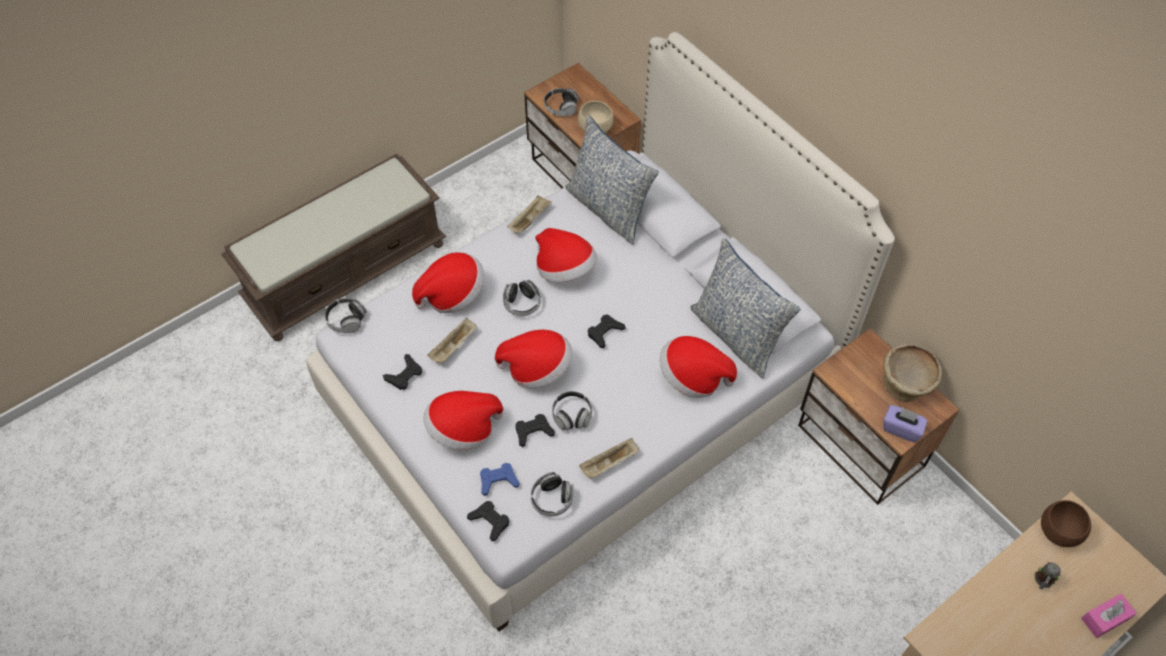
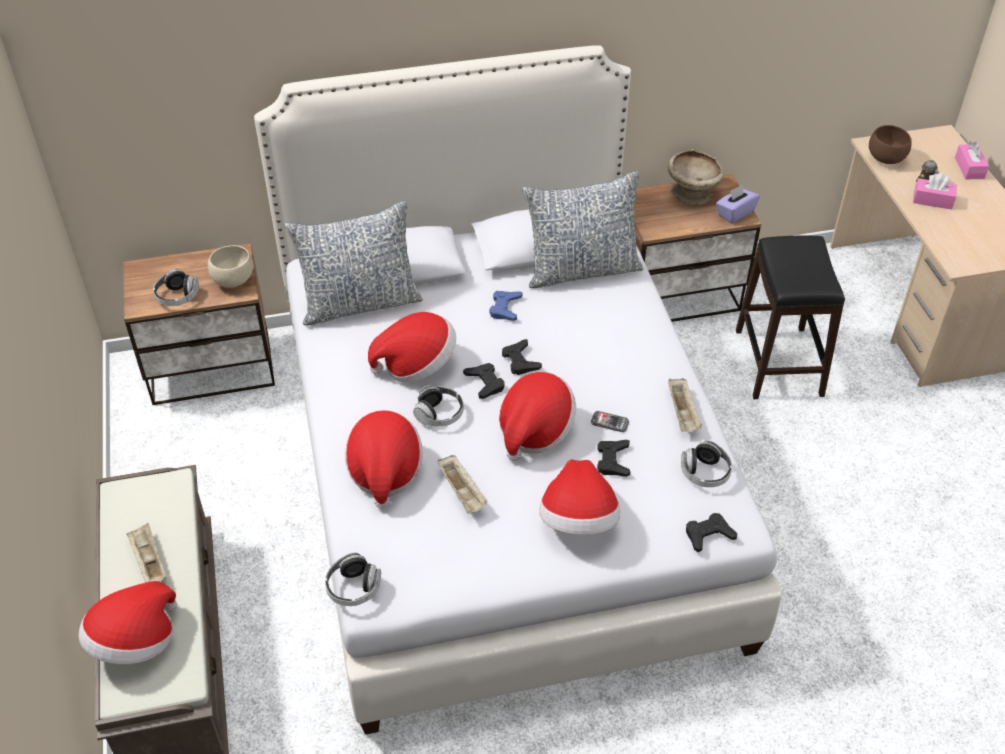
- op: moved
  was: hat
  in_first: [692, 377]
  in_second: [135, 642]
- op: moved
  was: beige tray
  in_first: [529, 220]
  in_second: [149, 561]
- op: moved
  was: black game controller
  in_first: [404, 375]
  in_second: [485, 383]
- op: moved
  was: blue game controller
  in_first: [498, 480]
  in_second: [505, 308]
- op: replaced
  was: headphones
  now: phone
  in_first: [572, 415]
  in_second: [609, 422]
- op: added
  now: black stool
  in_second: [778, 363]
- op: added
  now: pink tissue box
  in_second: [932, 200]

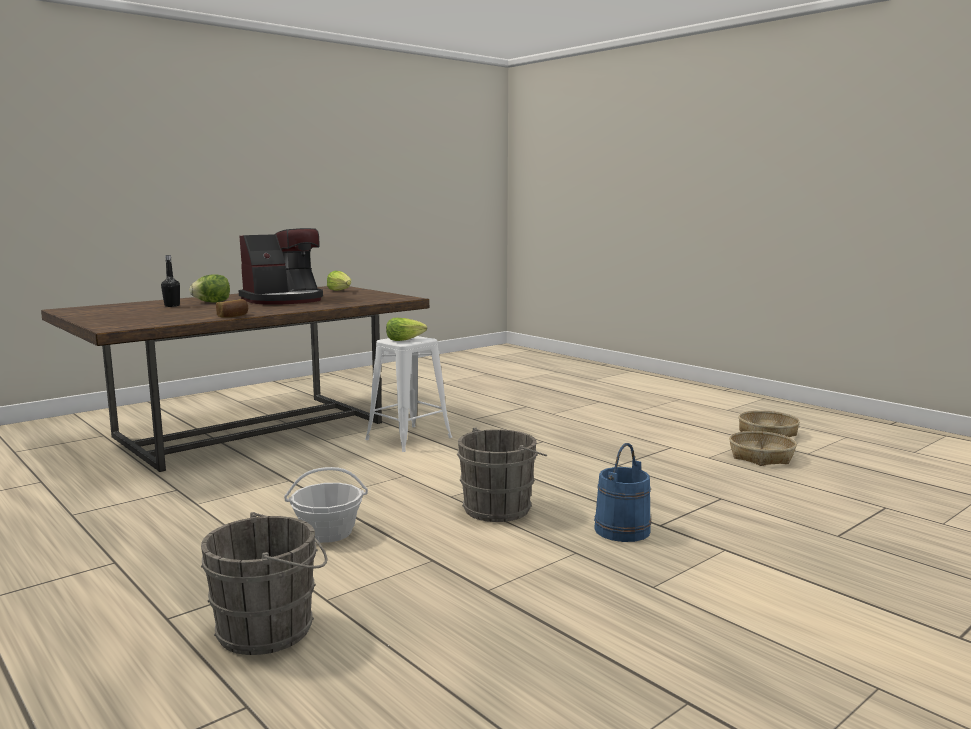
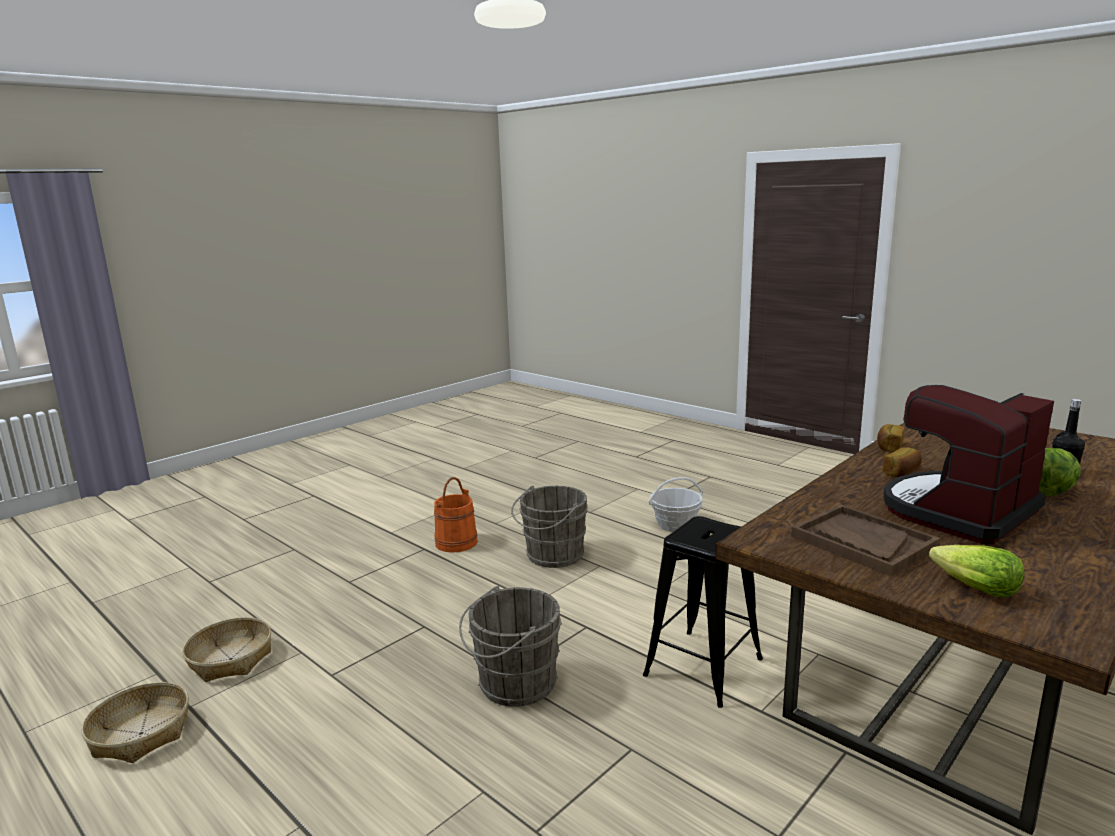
- op: recoloured
  was: blue bucket
  now: orange bucket
  in_first: [622, 530]
  in_second: [456, 542]
- op: moved
  was: grey bucket
  in_first: [271, 628]
  in_second: [513, 684]
- op: recoloured
  was: white stool
  now: black stool
  in_first: [409, 438]
  in_second: [703, 667]
- op: added
  now: brown tray
  in_second: [862, 542]
- op: added
  now: bread
  in_second: [902, 472]
- op: removed
  was: lettuce
  in_first: [404, 340]

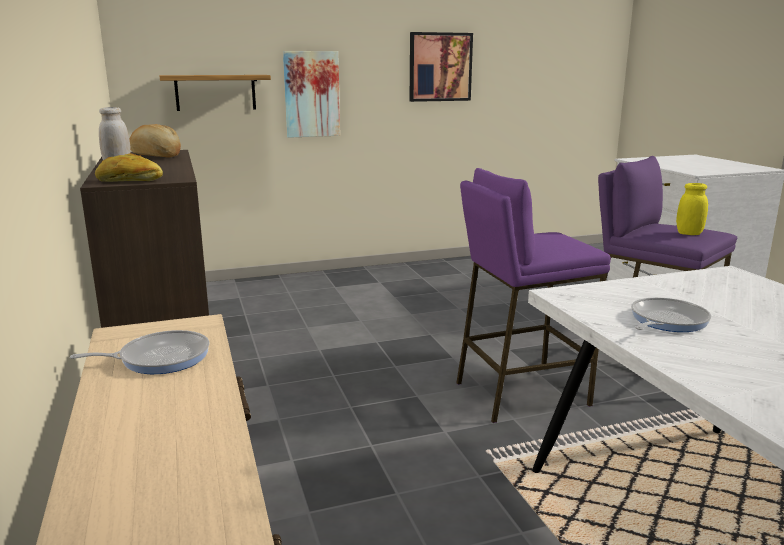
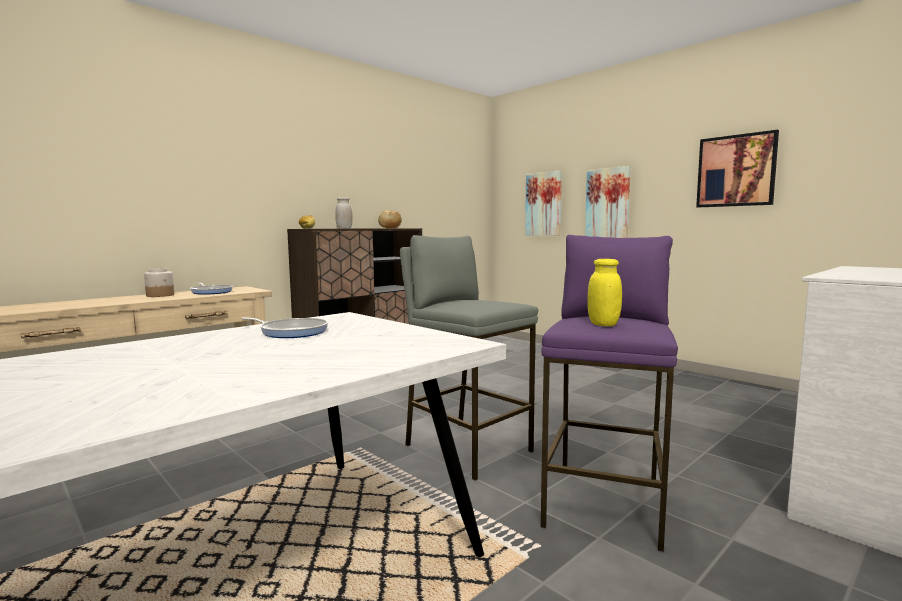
- op: added
  now: jar
  in_second: [160, 295]
- op: recoloured
  was: purple stool
  now: grey stool
  in_first: [520, 393]
  in_second: [467, 448]
- op: replaced
  was: shelf
  now: picture
  in_first: [215, 92]
  in_second: [544, 204]

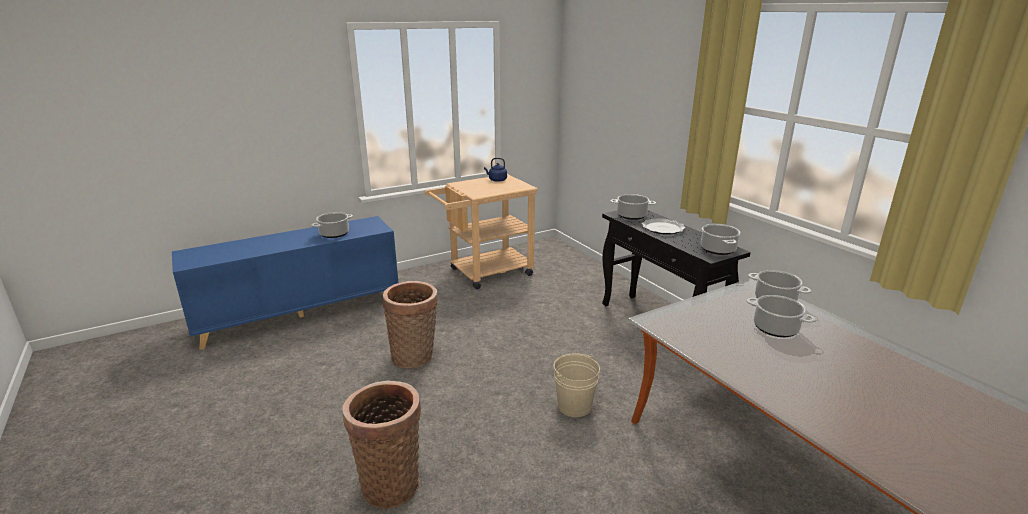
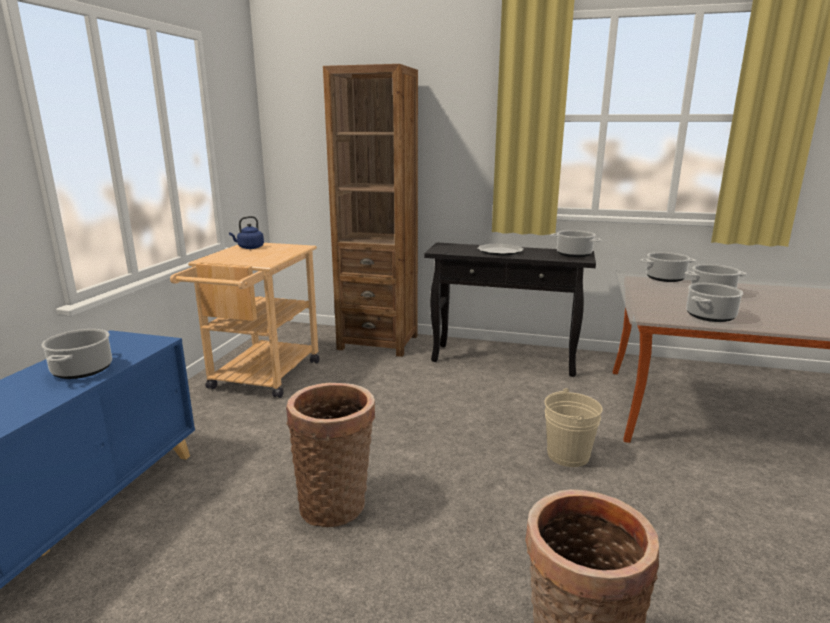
- op: added
  now: brown bookcase
  in_second: [378, 342]
- op: moved
  was: cooking pot
  in_first: [631, 216]
  in_second: [710, 316]

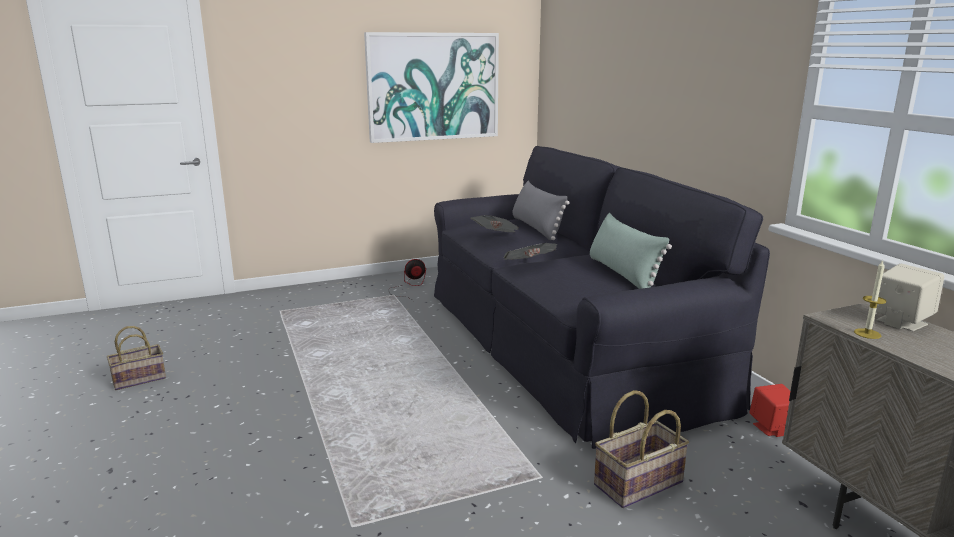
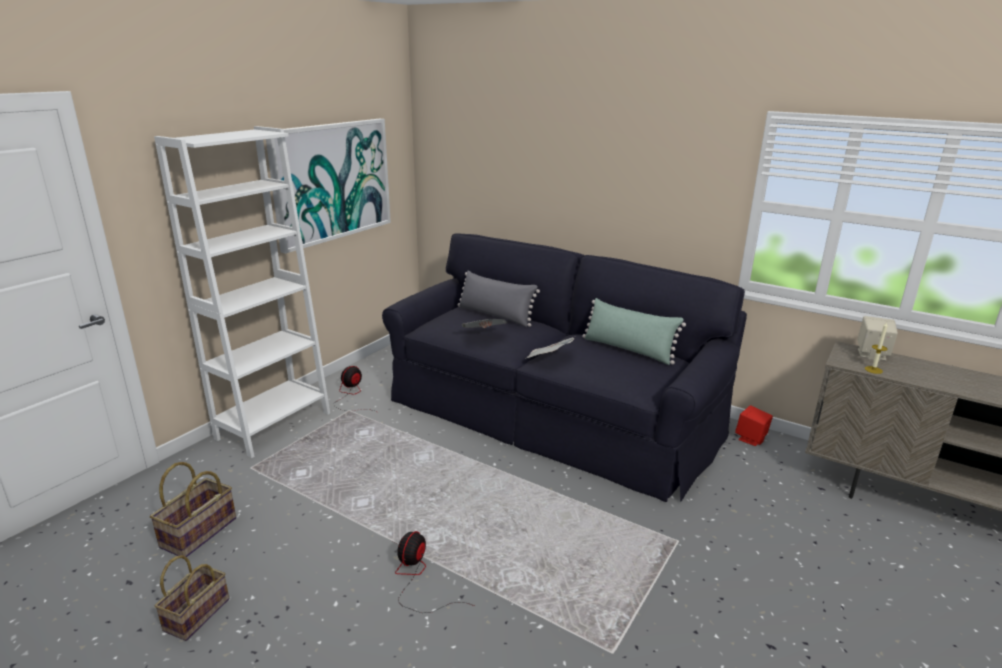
- op: moved
  was: basket
  in_first: [639, 484]
  in_second: [199, 533]
- op: added
  now: white bookcase
  in_second: [274, 425]
- op: added
  now: fan
  in_second: [418, 579]

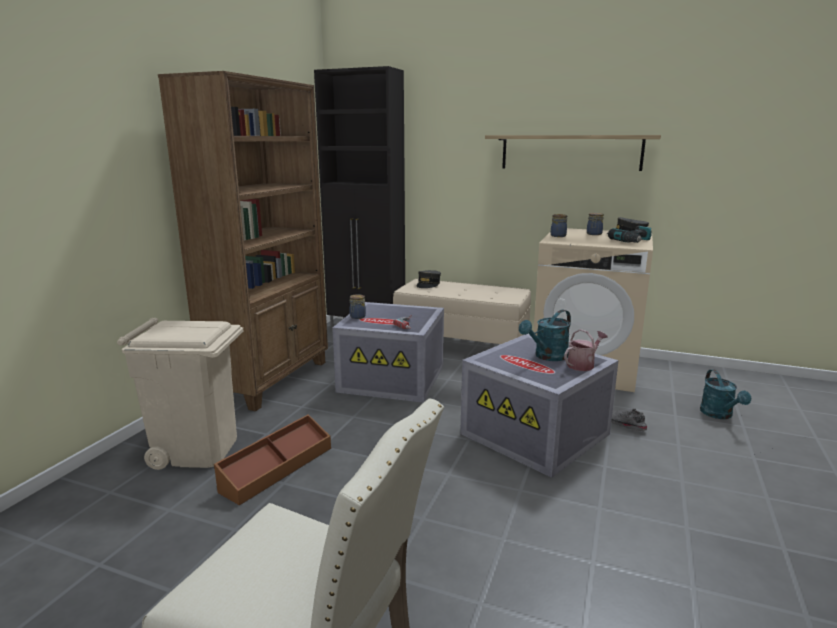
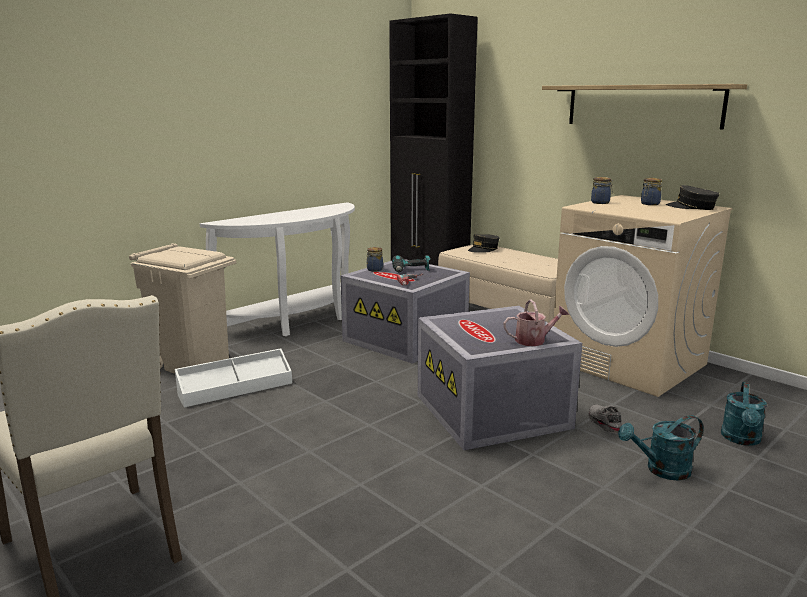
- op: recoloured
  was: brown storage box
  now: white storage box
  in_first: [277, 468]
  in_second: [235, 388]
- op: replaced
  was: brown bookcase
  now: white console table
  in_first: [270, 379]
  in_second: [298, 321]
- op: moved
  was: power drill
  in_first: [634, 241]
  in_second: [411, 270]
- op: moved
  was: turquoise watering can
  in_first: [547, 357]
  in_second: [661, 470]

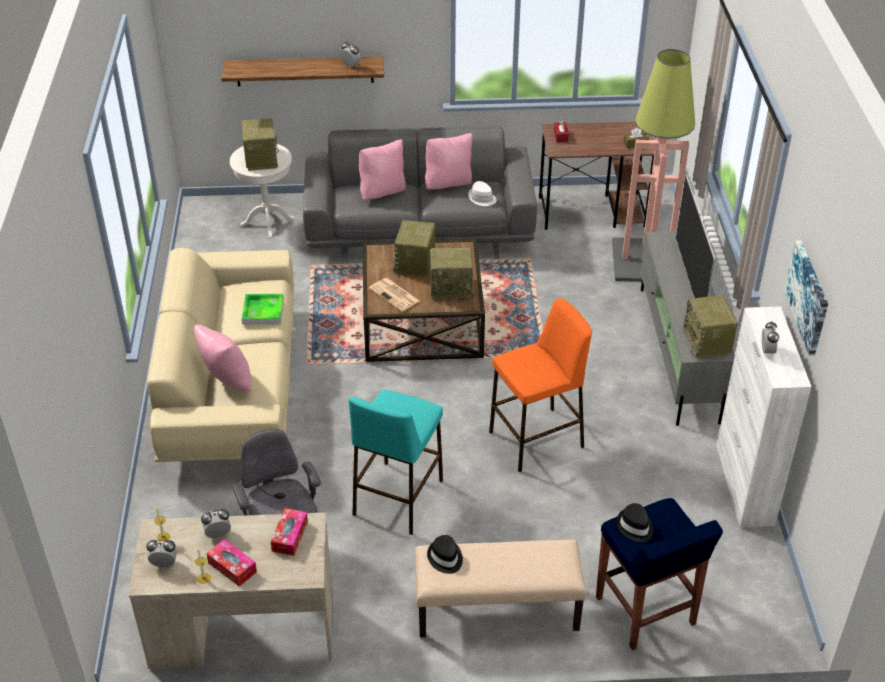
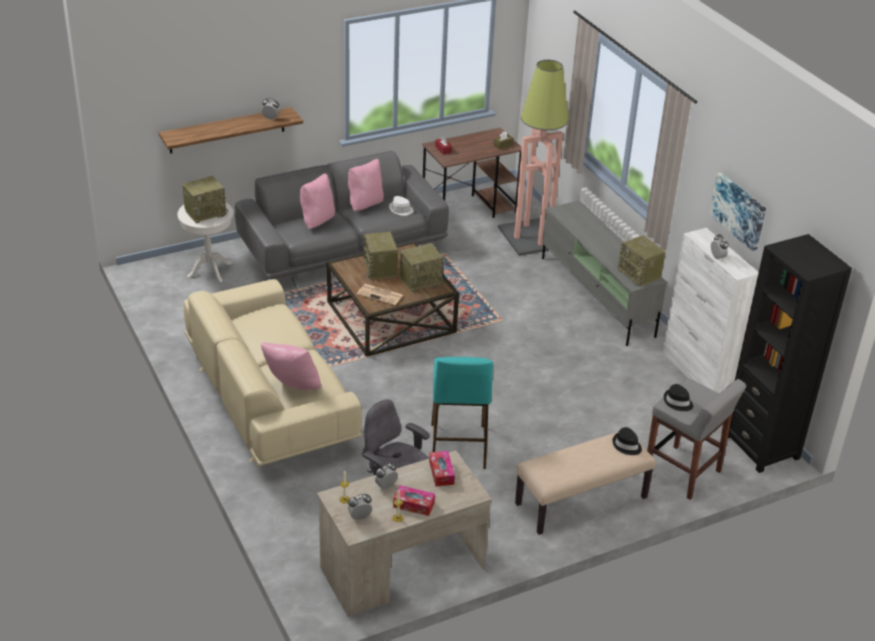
- op: turned
  was: radio
  in_first: [261, 159]
  in_second: [206, 212]
  clockwise: 90
- op: moved
  was: black hat
  in_first: [445, 558]
  in_second: [626, 445]
- op: recoloured
  was: blue stool
  now: grey stool
  in_first: [646, 612]
  in_second: [683, 473]
- op: added
  now: black bookcase
  in_second: [761, 447]
- op: removed
  was: tray
  in_first: [263, 311]
- op: removed
  was: orange stool
  in_first: [537, 439]
- op: removed
  was: television
  in_first: [690, 279]

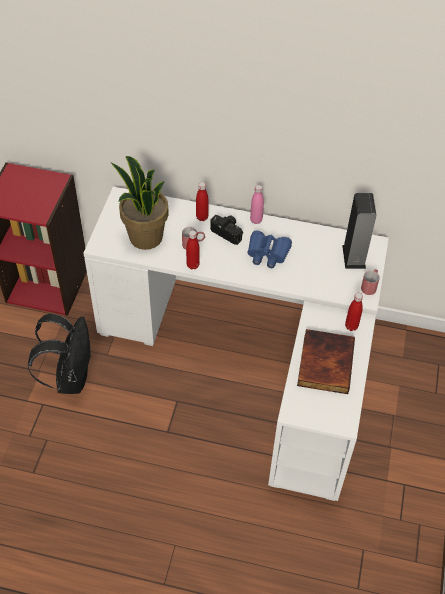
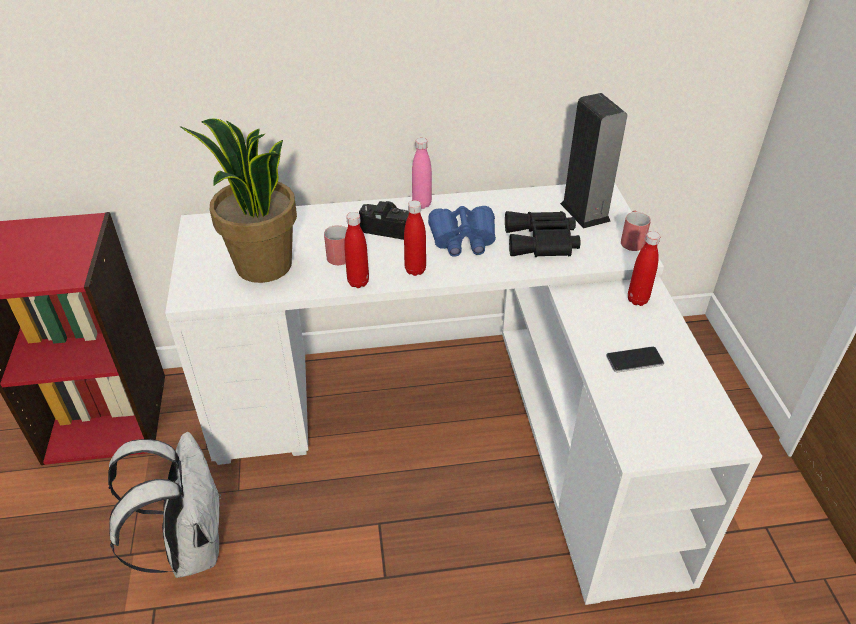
- op: recoloured
  was: black backpack
  now: white backpack
  in_first: [70, 377]
  in_second: [189, 545]
- op: moved
  was: red bottle
  in_first: [202, 217]
  in_second: [415, 270]
- op: added
  now: black binoculars
  in_second: [542, 242]
- op: replaced
  was: book
  now: phone
  in_first: [324, 363]
  in_second: [634, 360]

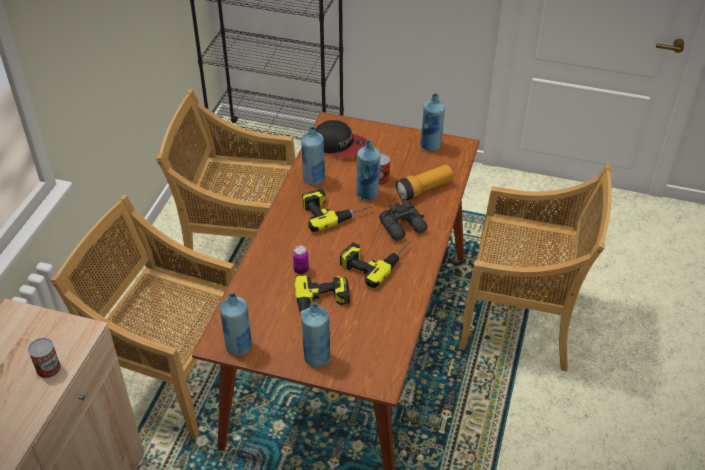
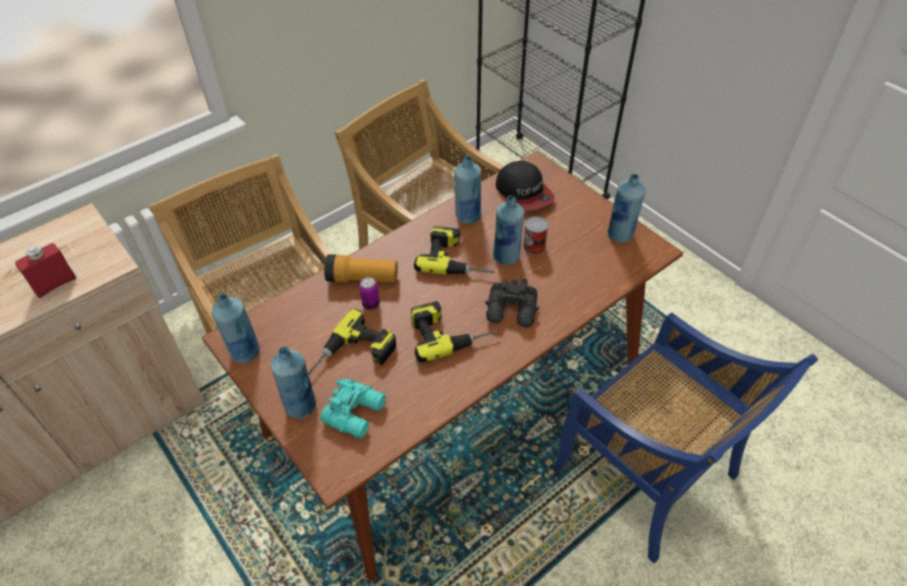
- op: replaced
  was: can
  now: red bottle
  in_first: [48, 368]
  in_second: [55, 284]
- op: added
  now: turquoise binoculars
  in_second: [356, 412]
- op: moved
  was: flashlight
  in_first: [424, 190]
  in_second: [362, 278]
- op: recoloured
  was: beige chair
  now: blue chair
  in_first: [522, 320]
  in_second: [647, 475]

